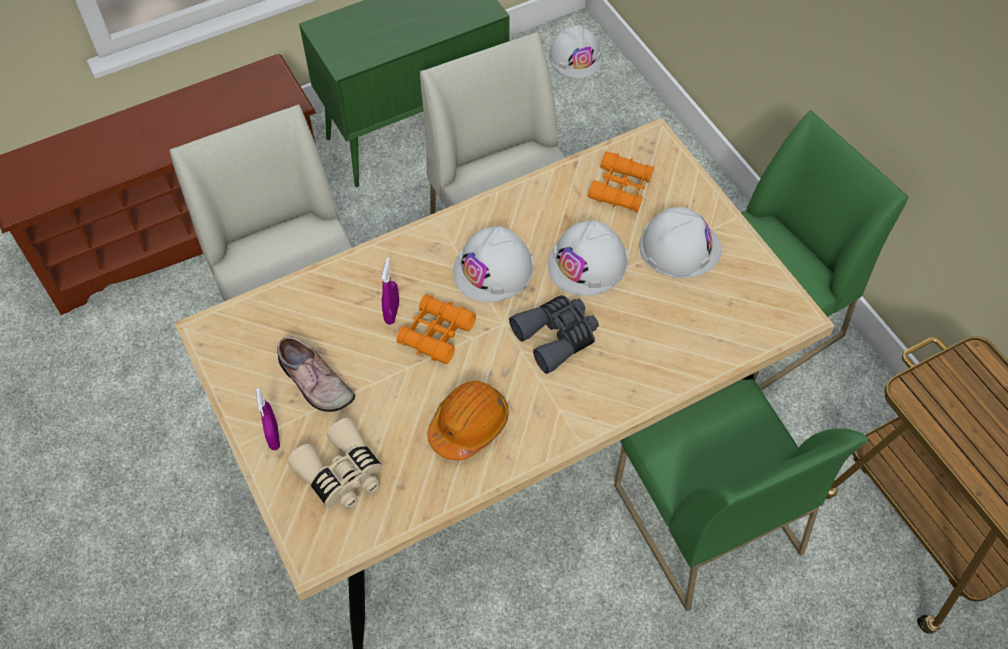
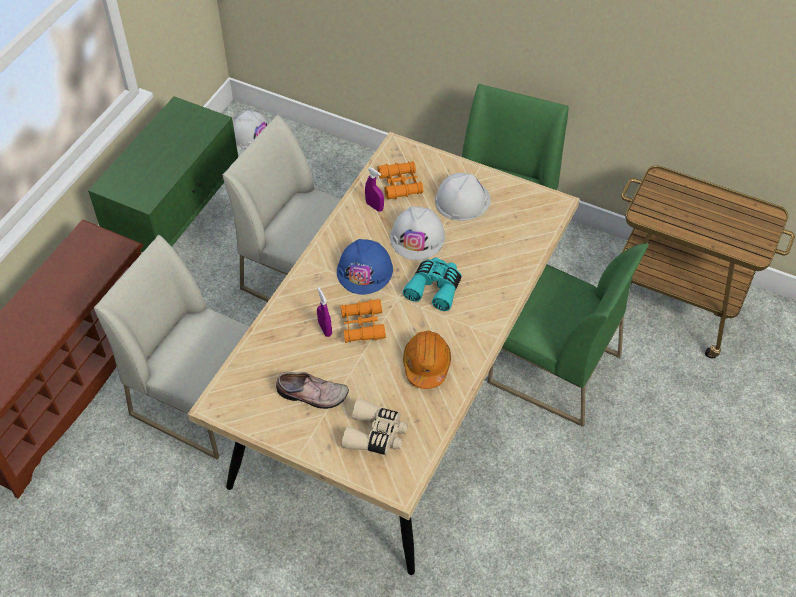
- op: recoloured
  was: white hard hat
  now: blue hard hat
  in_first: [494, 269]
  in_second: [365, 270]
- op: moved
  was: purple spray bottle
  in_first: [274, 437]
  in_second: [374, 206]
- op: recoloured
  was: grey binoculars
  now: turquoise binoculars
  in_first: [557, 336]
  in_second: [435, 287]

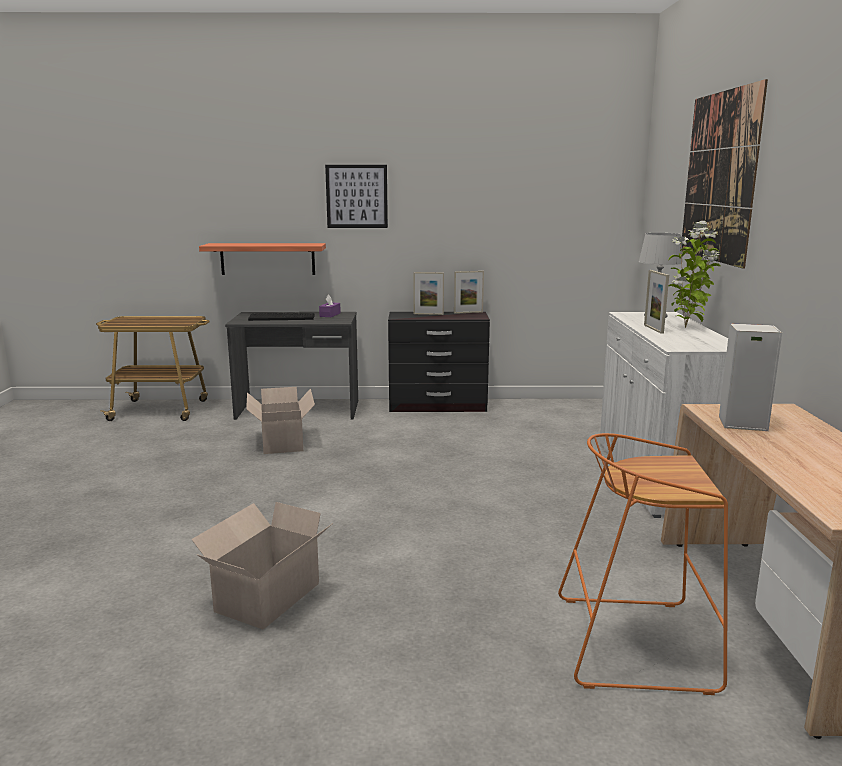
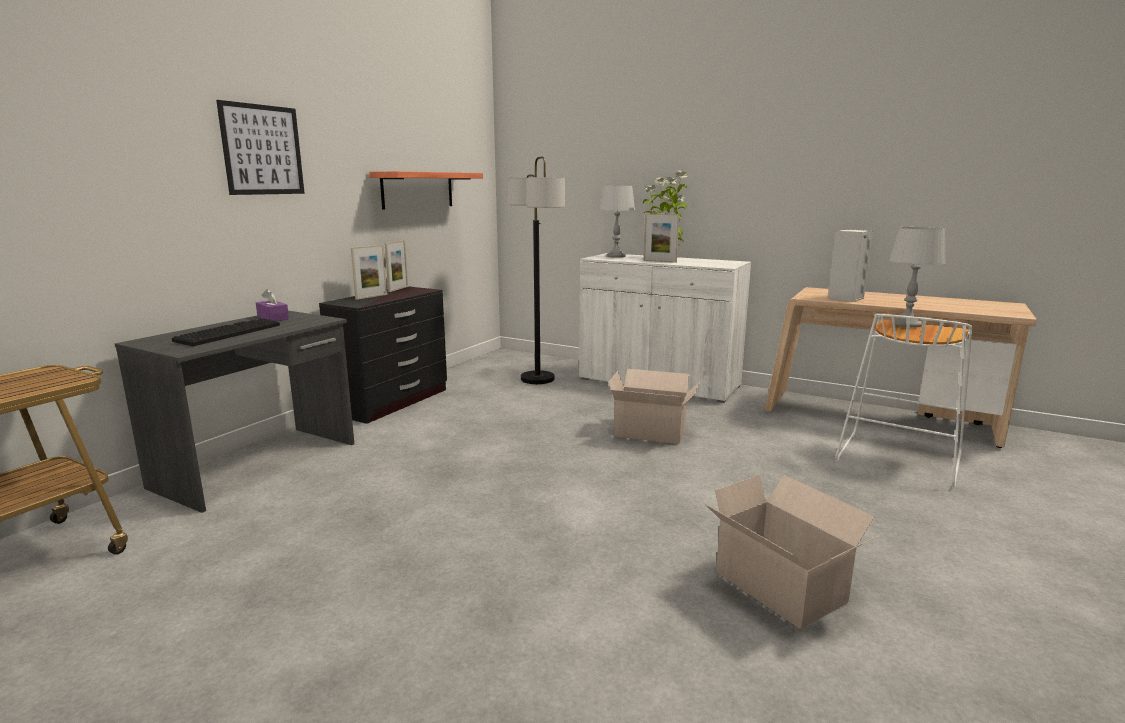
- op: moved
  was: shelf
  in_first: [267, 259]
  in_second: [418, 190]
- op: added
  now: floor lamp
  in_second: [537, 379]
- op: moved
  was: cardboard box
  in_first: [282, 443]
  in_second: [652, 432]
- op: recoloured
  was: orange stool
  now: white stool
  in_first: [636, 642]
  in_second: [897, 457]
- op: added
  now: grey table lamp
  in_second: [906, 324]
- op: removed
  was: picture
  in_first: [719, 177]

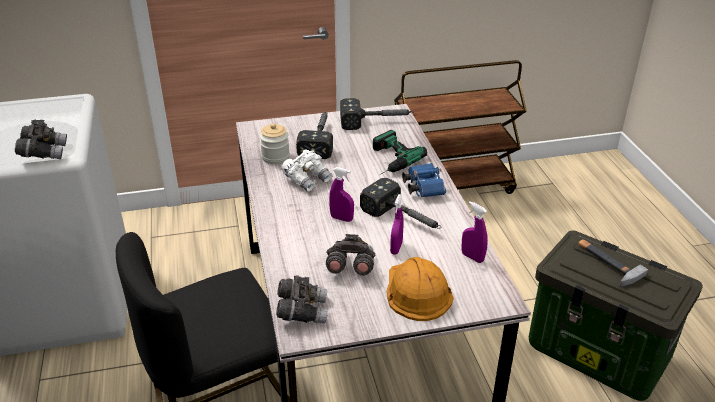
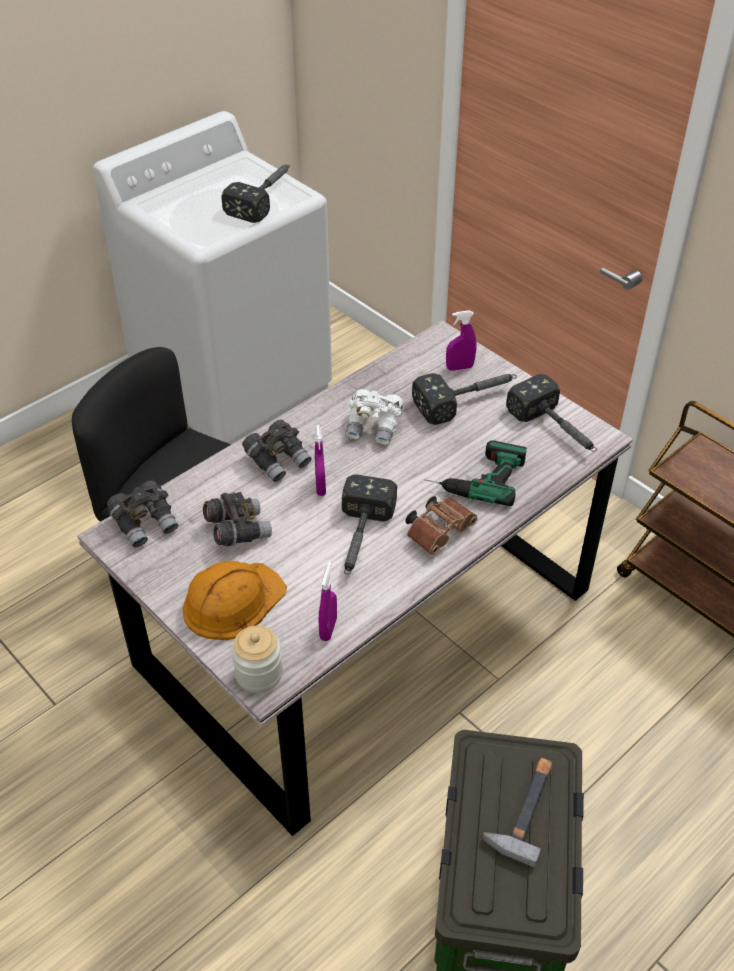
- op: added
  now: hammer
  in_second: [265, 197]
- op: moved
  was: jar
  in_first: [275, 157]
  in_second: [259, 674]
- op: moved
  was: grey binoculars
  in_first: [44, 153]
  in_second: [278, 460]
- op: recoloured
  was: blue binoculars
  now: brown binoculars
  in_first: [423, 187]
  in_second: [440, 531]
- op: moved
  was: purple spray bottle
  in_first: [396, 248]
  in_second: [459, 367]

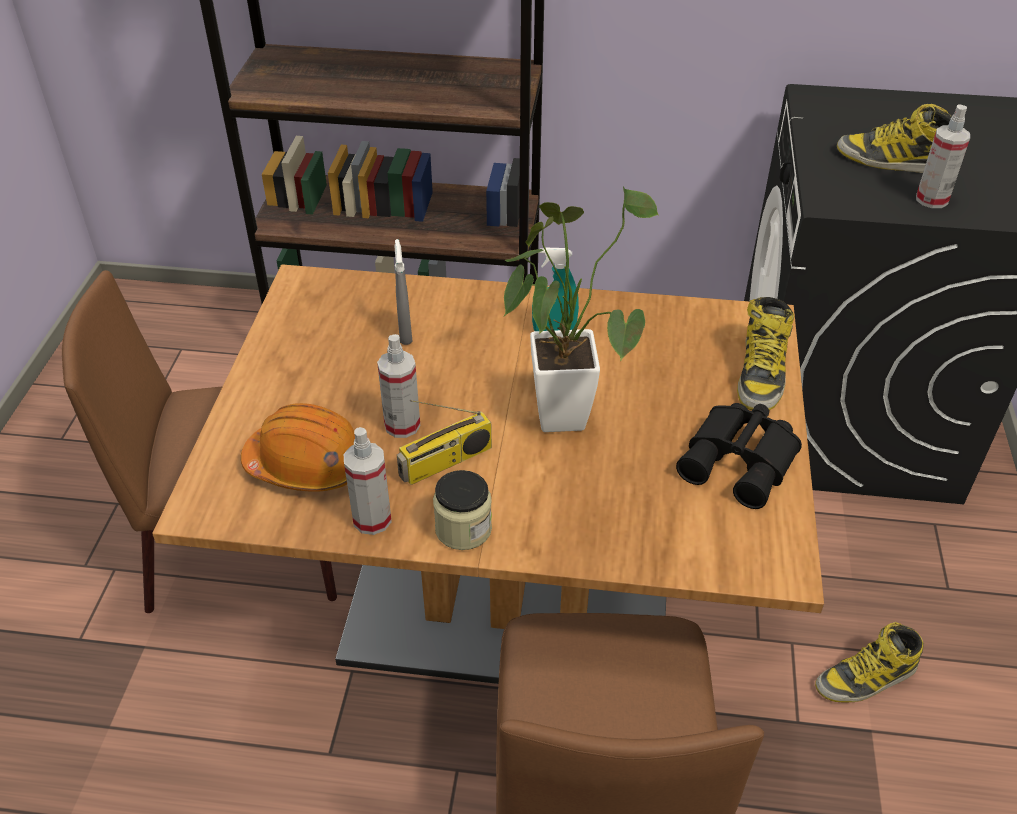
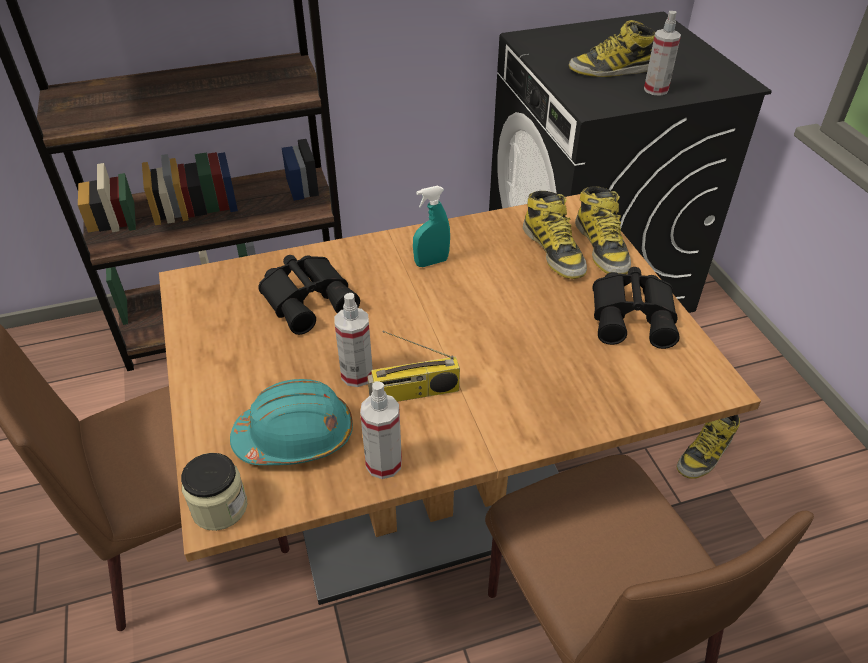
- op: moved
  was: jar
  in_first: [463, 529]
  in_second: [219, 507]
- op: recoloured
  was: orange hard hat
  now: turquoise hard hat
  in_first: [308, 465]
  in_second: [296, 437]
- op: replaced
  was: grey spray bottle
  now: black binoculars
  in_first: [405, 333]
  in_second: [309, 298]
- op: turned
  was: radio
  in_first: [445, 462]
  in_second: [414, 393]
  clockwise: 45
- op: added
  now: boot
  in_second: [554, 251]
- op: removed
  was: potted plant
  in_first: [561, 407]

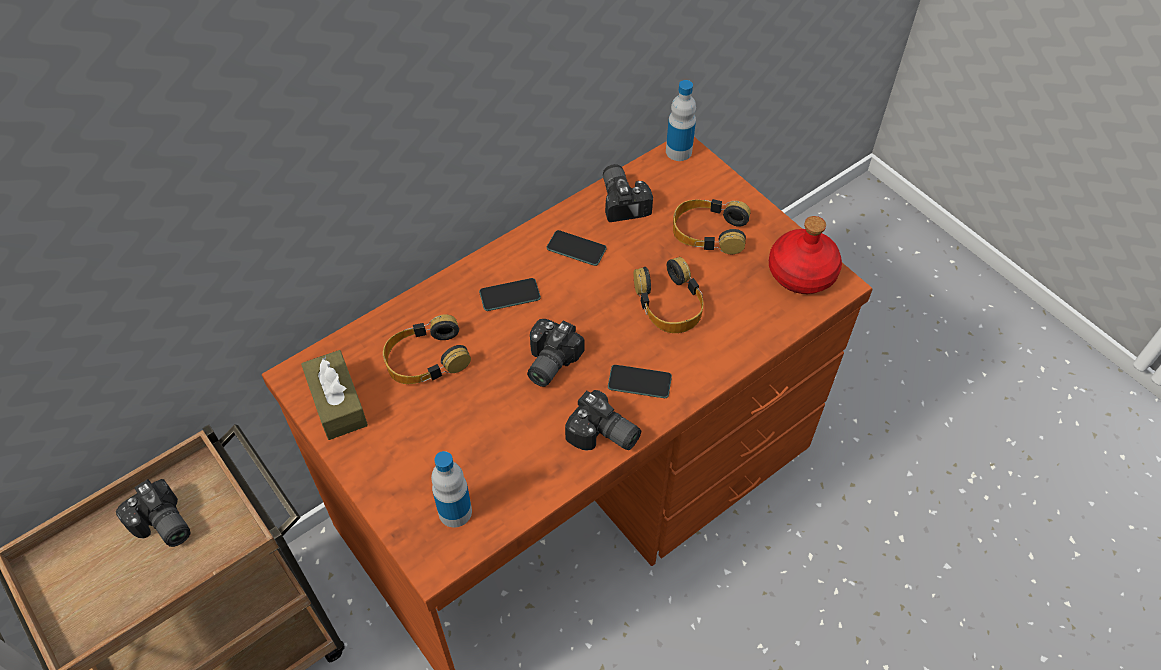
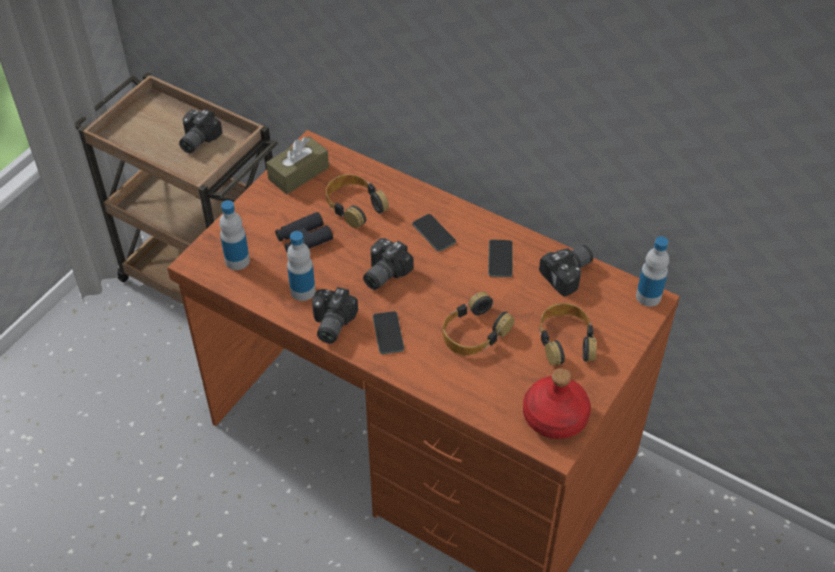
- op: added
  now: black binoculars
  in_second: [304, 239]
- op: added
  now: bottle
  in_second: [303, 291]
- op: turned
  was: photo camera
  in_first: [547, 361]
  in_second: [382, 273]
  clockwise: -60

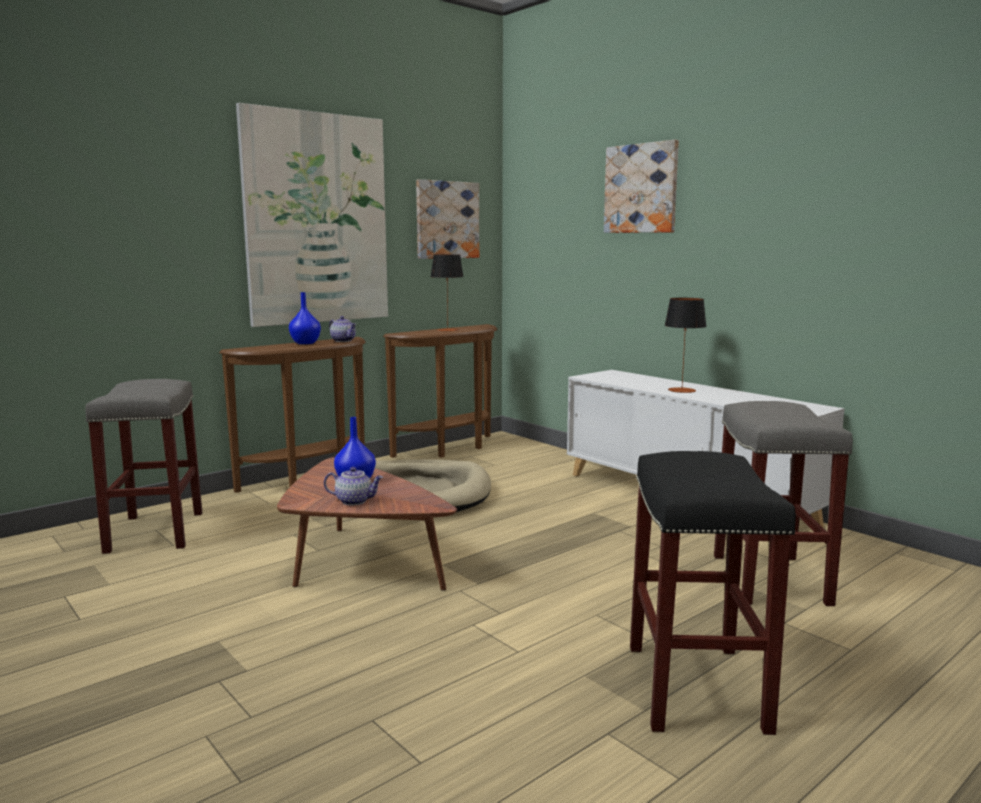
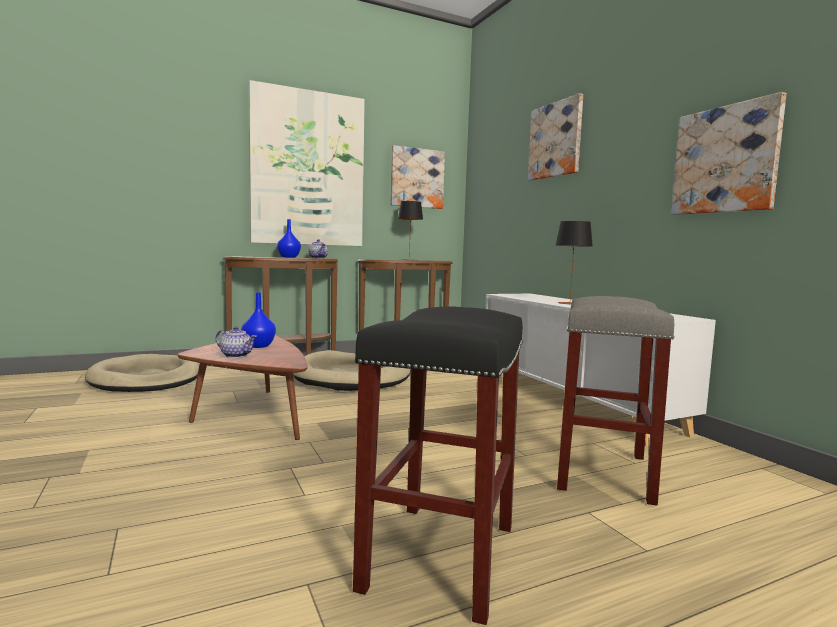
- op: replaced
  was: grey stool
  now: beige dog bed
  in_first: [156, 532]
  in_second: [145, 379]
- op: added
  now: picture
  in_second: [725, 160]

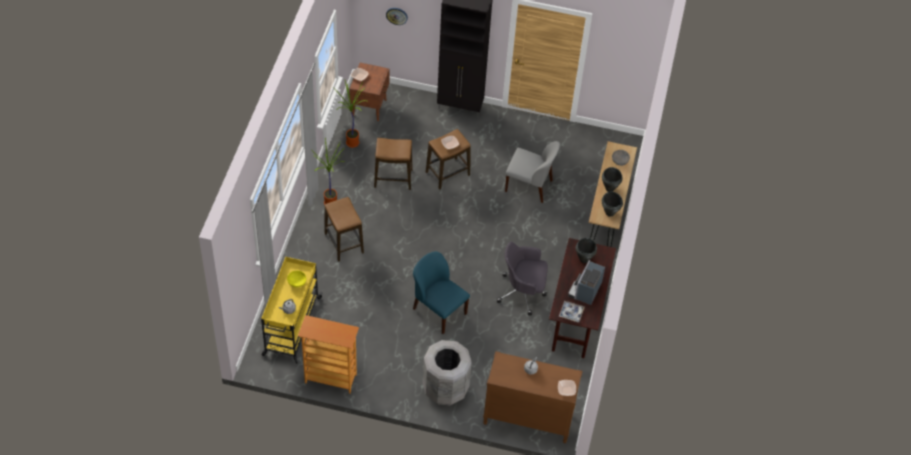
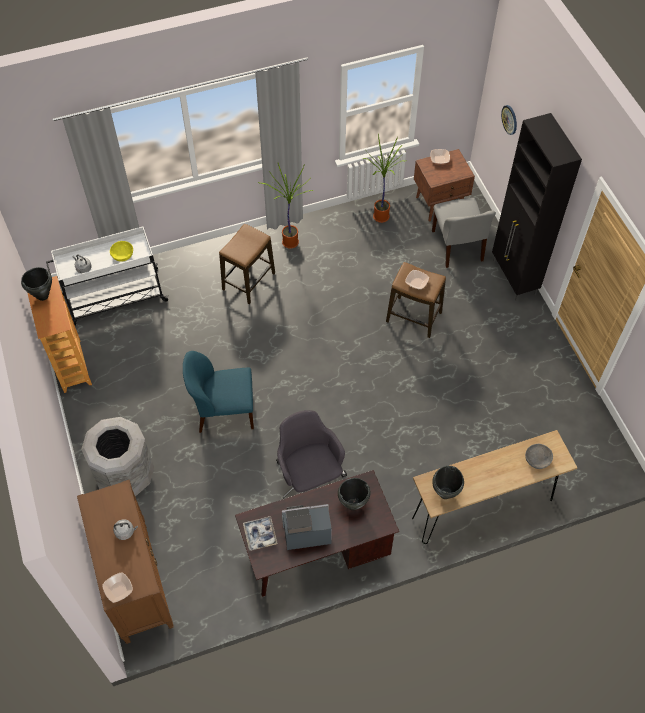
- op: moved
  was: black cooking pot
  in_first: [609, 189]
  in_second: [42, 296]
- op: recoloured
  was: yellow cart
  now: white cart
  in_first: [291, 327]
  in_second: [114, 298]
- op: turned
  was: blue chair
  in_first: [438, 311]
  in_second: [224, 412]
  clockwise: -105
- op: moved
  was: grey chair
  in_first: [530, 186]
  in_second: [457, 247]
- op: removed
  was: stool
  in_first: [393, 178]

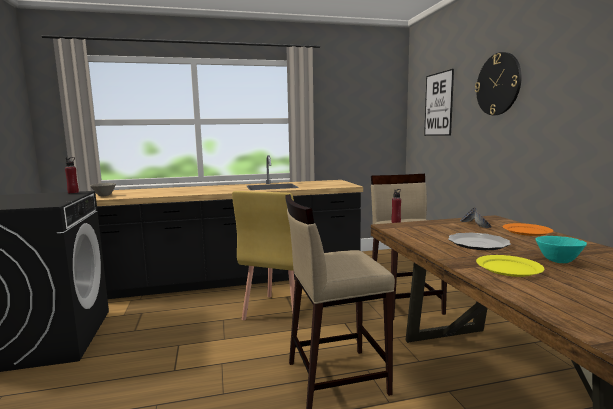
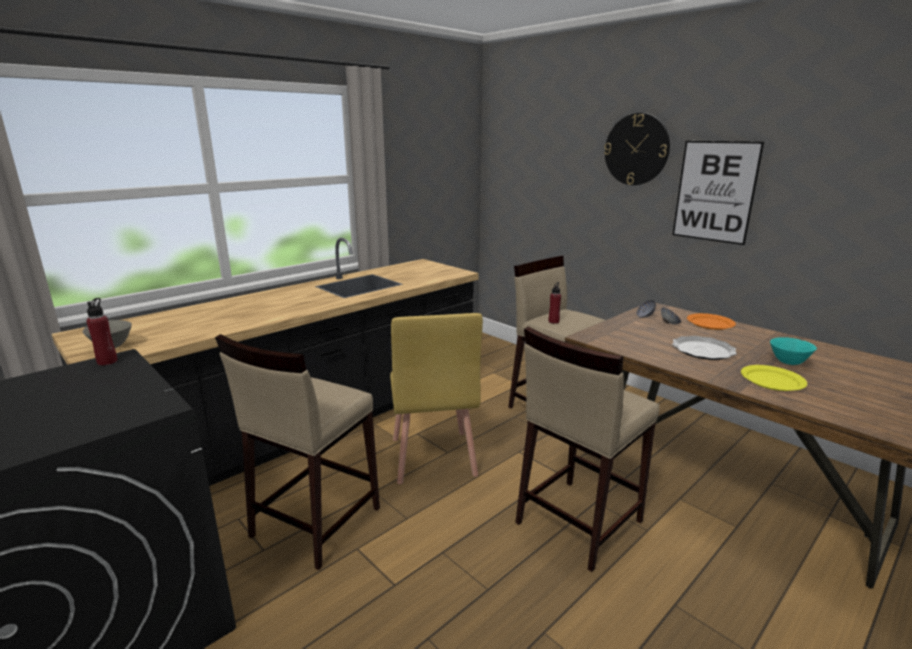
- op: added
  now: beige stool
  in_second: [314, 522]
- op: moved
  was: picture
  in_first: [438, 104]
  in_second: [715, 191]

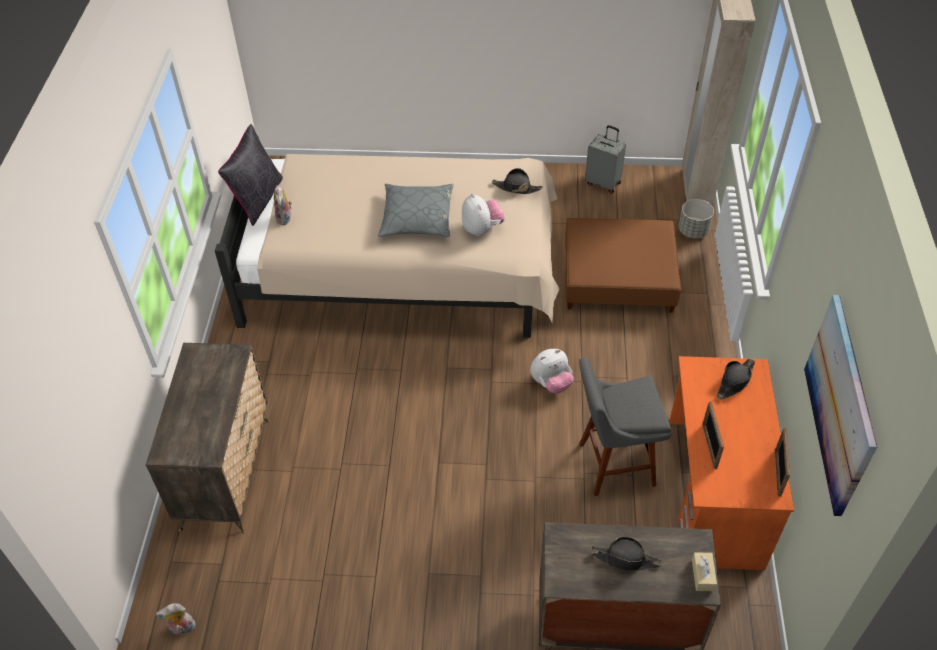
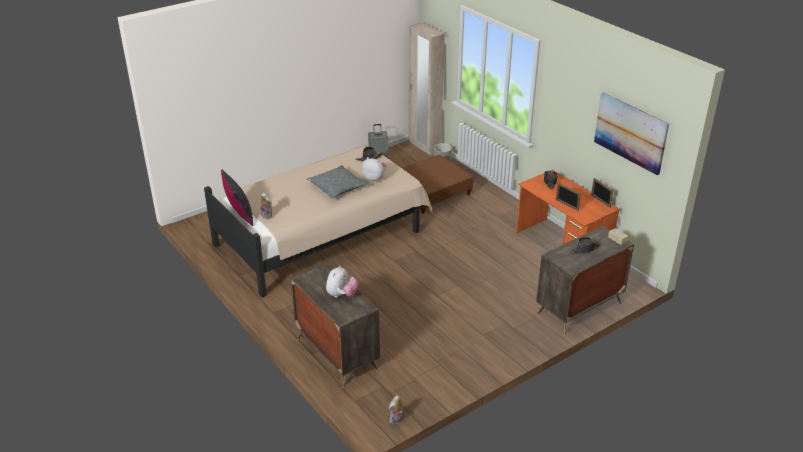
- op: moved
  was: plush toy
  in_first: [551, 383]
  in_second: [341, 295]
- op: removed
  was: grey stool
  in_first: [612, 465]

